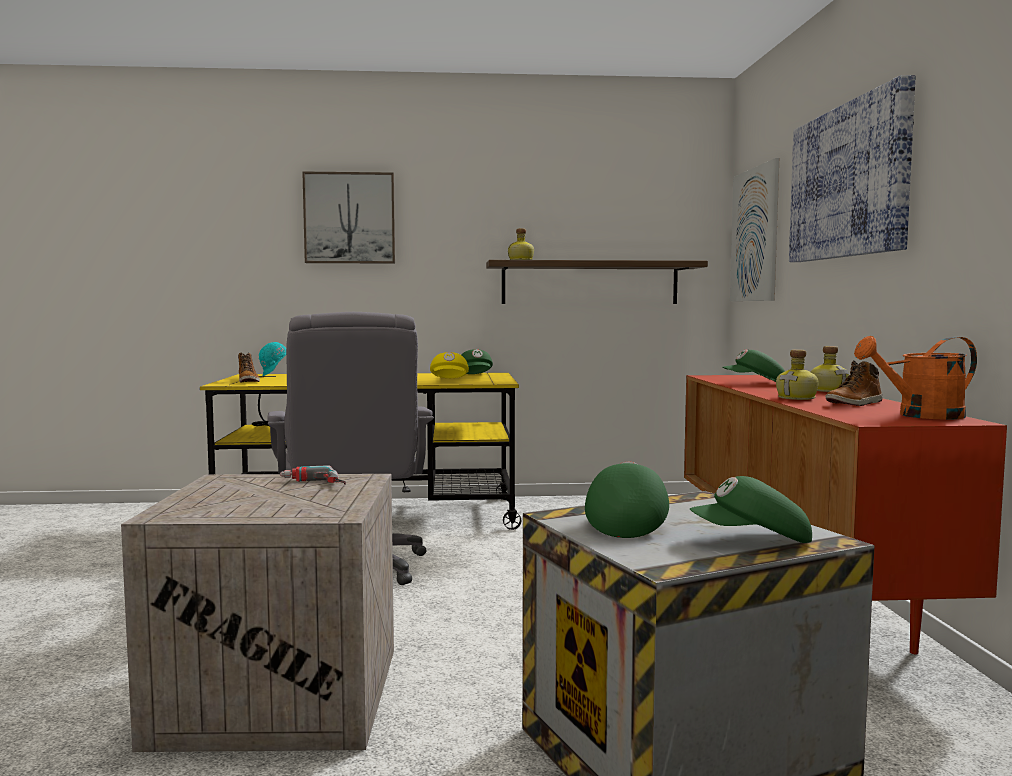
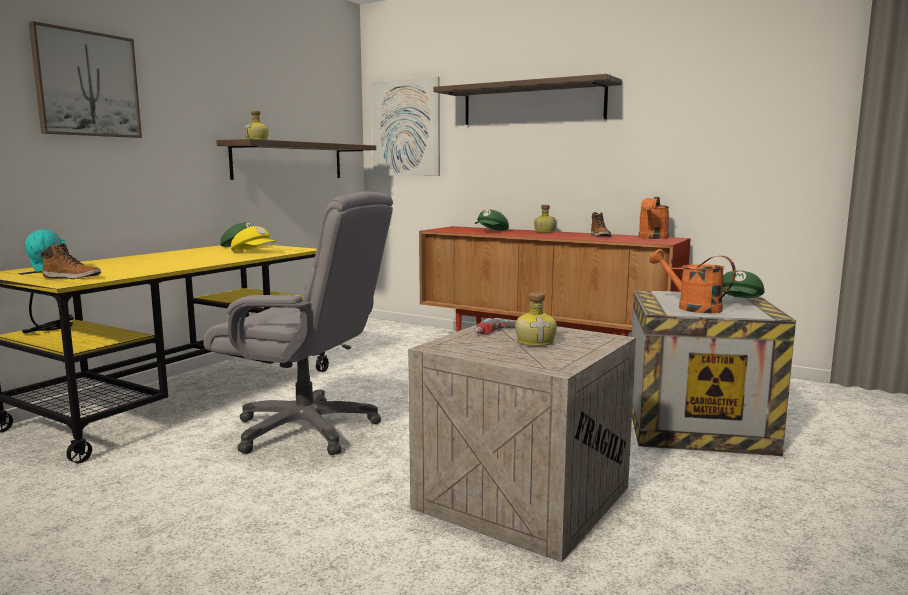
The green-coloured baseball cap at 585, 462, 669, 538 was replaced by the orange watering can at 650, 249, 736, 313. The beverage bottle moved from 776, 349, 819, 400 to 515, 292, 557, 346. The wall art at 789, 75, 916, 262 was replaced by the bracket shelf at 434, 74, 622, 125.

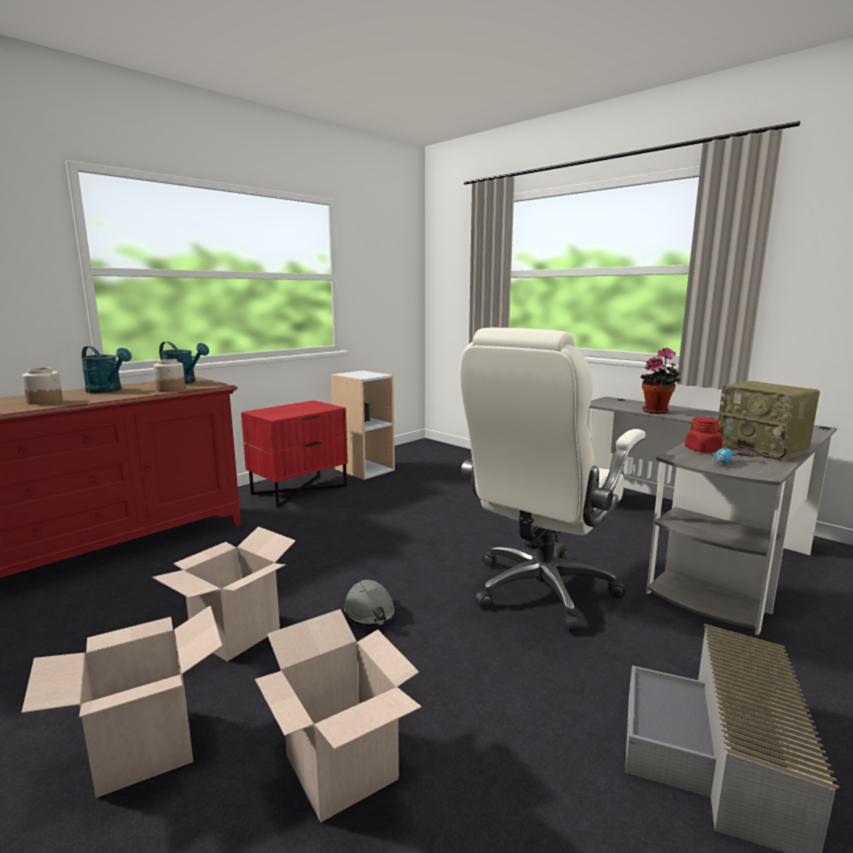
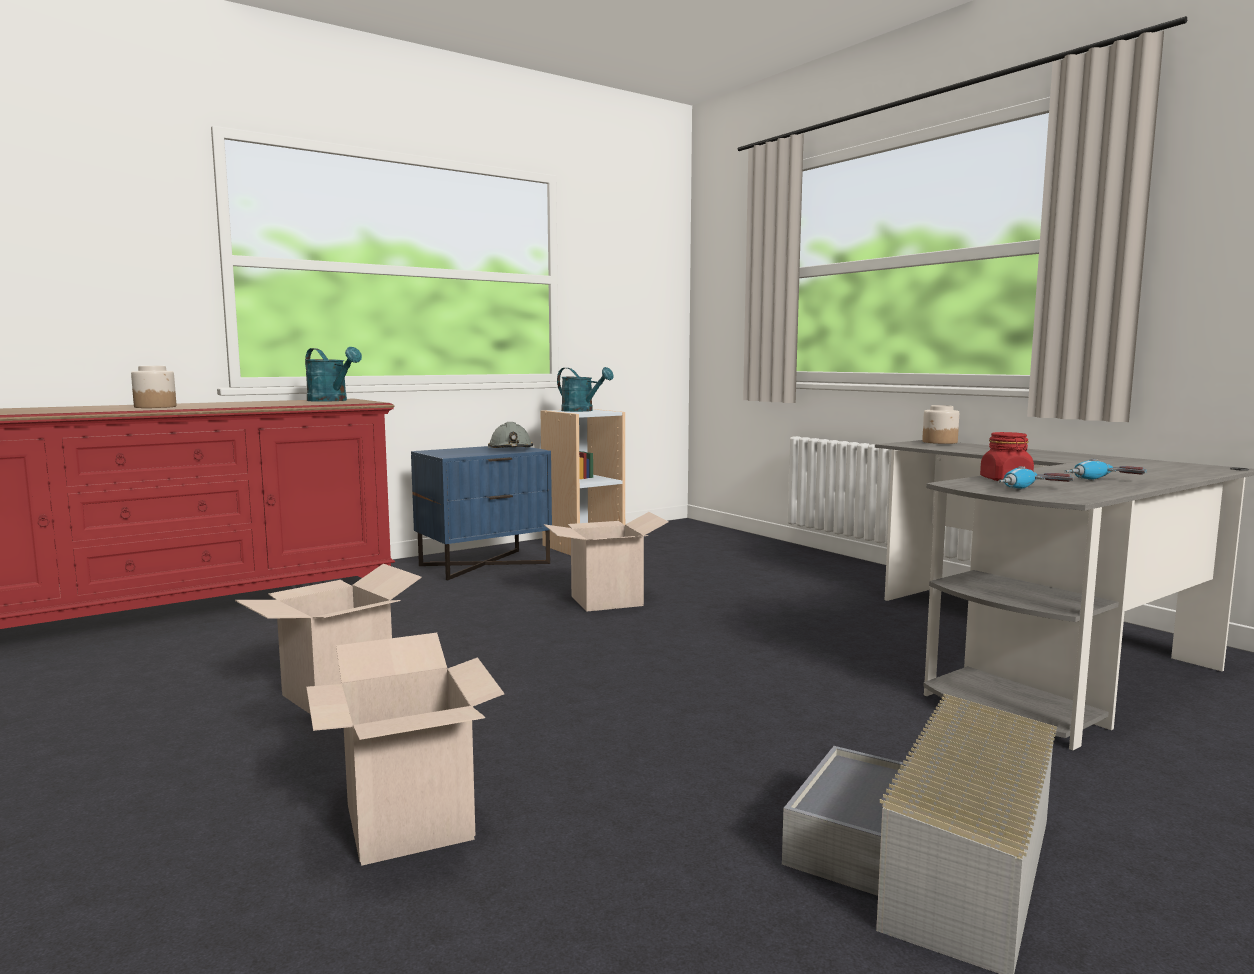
The cardboard box moved from 21, 606, 222, 798 to 544, 512, 669, 612. The blue-green watering can moved from 81, 346, 132, 393 to 557, 367, 614, 412. The storage jar moved from 153, 359, 185, 392 to 922, 405, 959, 444. The red-coloured night table at 241, 400, 348, 508 became the blue-coloured night table at 411, 446, 552, 580. The grey work helmet moved from 343, 580, 396, 626 to 488, 422, 533, 448. The white computer chair at 460, 328, 645, 632 disappeared. The plant in a pot at 641, 348, 680, 414 disappeared. The radio at 718, 381, 820, 461 was replaced by the power drill at 1064, 459, 1147, 481.

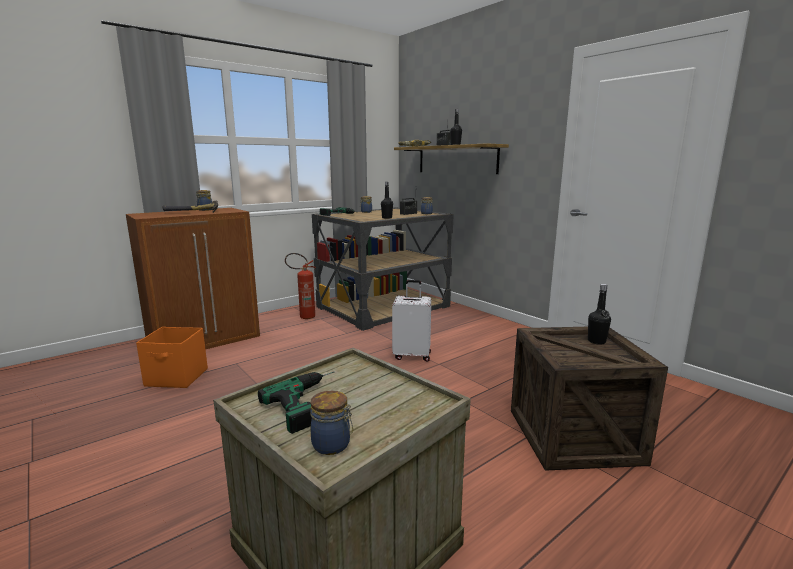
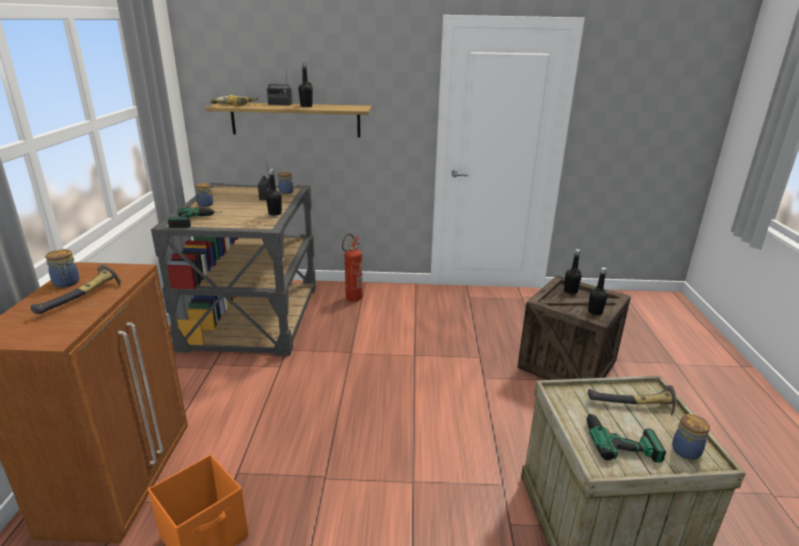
The extinguisher moved from 285, 253, 316, 319 to 342, 233, 362, 302. The white travel case at 392, 280, 431, 362 disappeared. The blackish beverage bottle at 588, 267, 608, 315 appeared. The hand hammer at 588, 385, 677, 416 appeared.

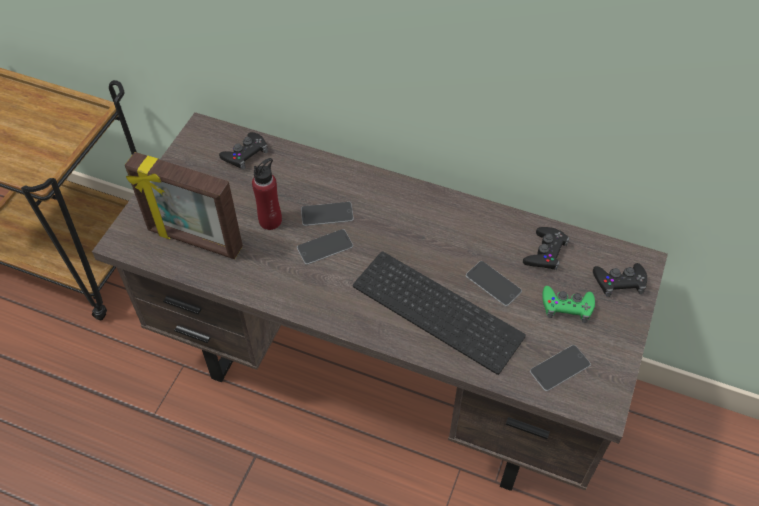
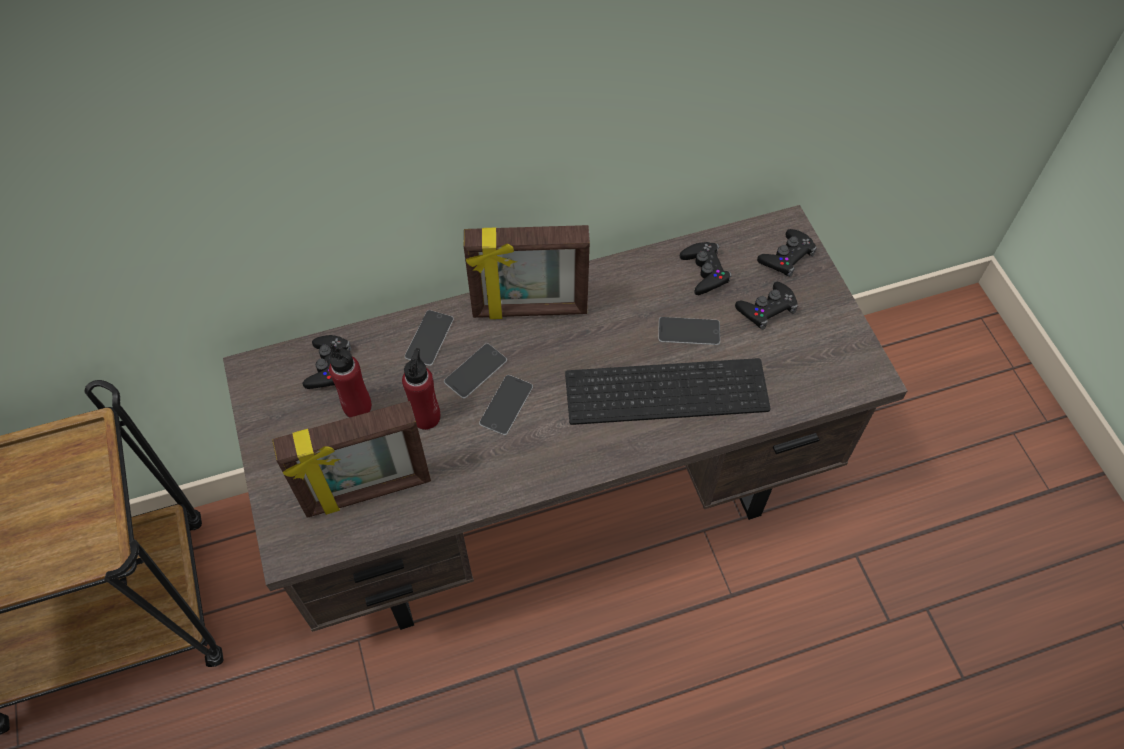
The telephone moved from 530, 345, 591, 391 to 405, 310, 454, 366. The green-coloured game controller at 542, 286, 595, 323 became the blackish game controller at 735, 282, 798, 330. The red-coloured beverage bottle at 329, 344, 372, 417 appeared. The picture frame at 464, 225, 590, 319 appeared.

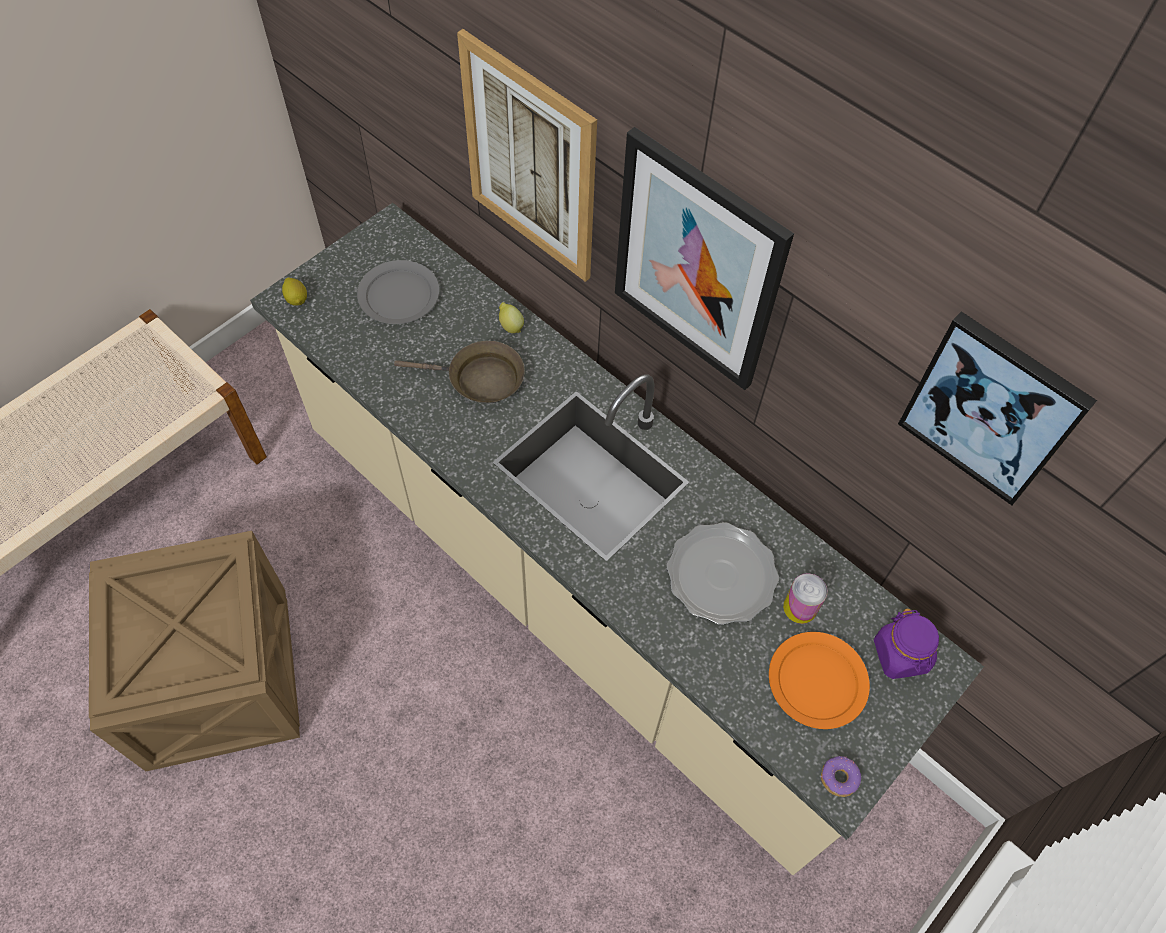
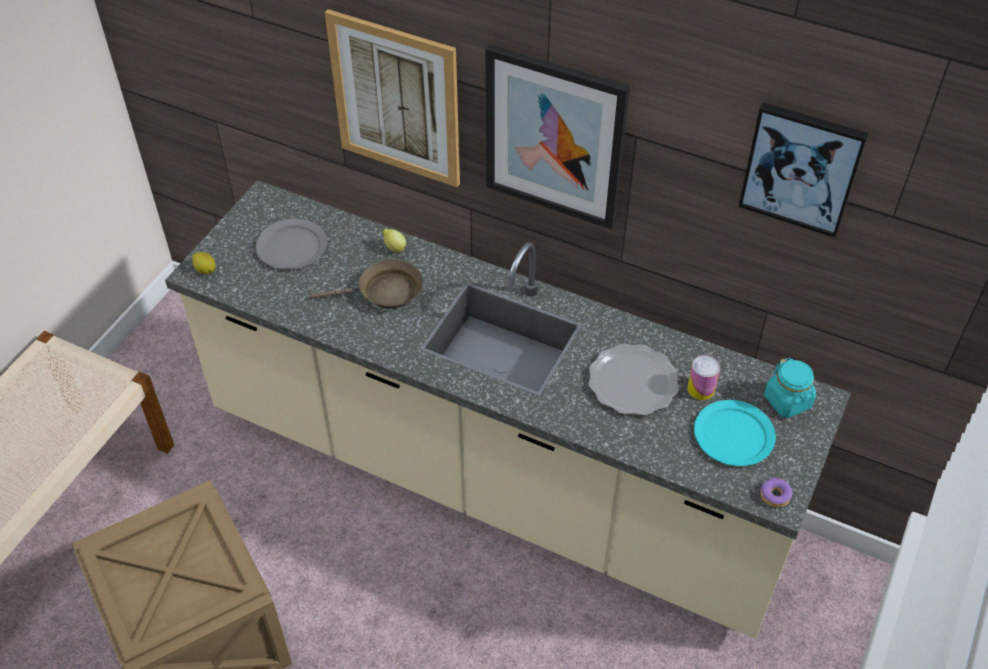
The orange plate at 769, 632, 870, 729 became the blue-green plate at 694, 400, 776, 466. The purplish storage jar at 874, 608, 939, 679 became the blue-green storage jar at 764, 358, 816, 418.

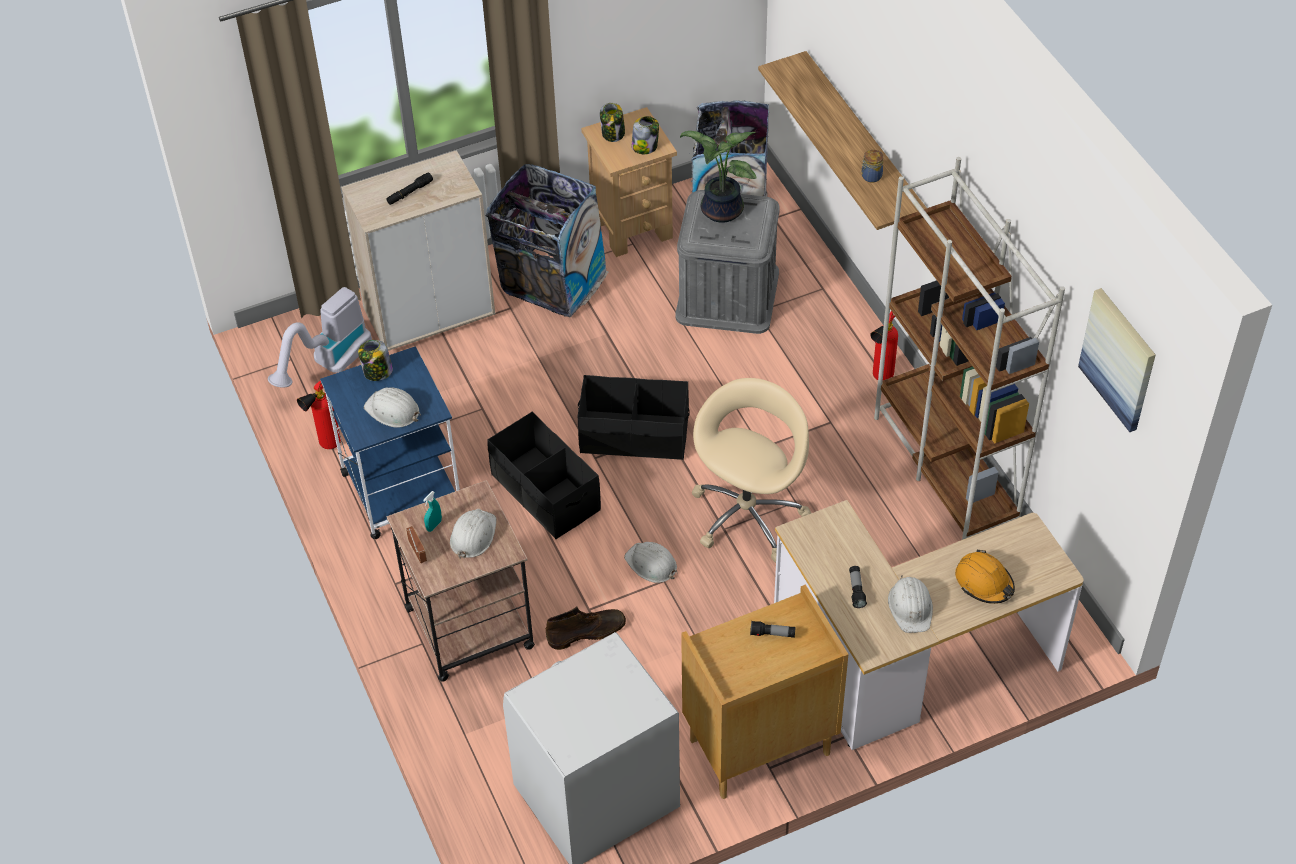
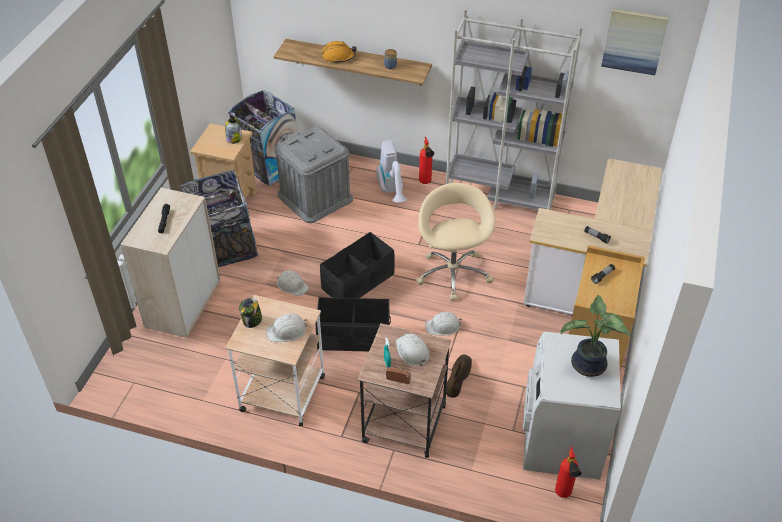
The hoover moved from 268, 287, 372, 387 to 376, 140, 407, 203. The extinguisher moved from 297, 381, 341, 449 to 555, 446, 581, 498. The blue-coloured trolley at 320, 346, 460, 539 became the sand-coloured trolley at 225, 295, 325, 426. The storage jar at 600, 103, 625, 142 disappeared. The plant in a pot moved from 680, 131, 757, 223 to 561, 295, 631, 377. The brown-coloured shelving unit at 874, 157, 1065, 540 became the grey shelving unit at 446, 9, 582, 210. The white work helmet moved from 888, 575, 933, 633 to 277, 271, 309, 296. The orange work helmet moved from 955, 550, 1015, 604 to 321, 41, 357, 63.

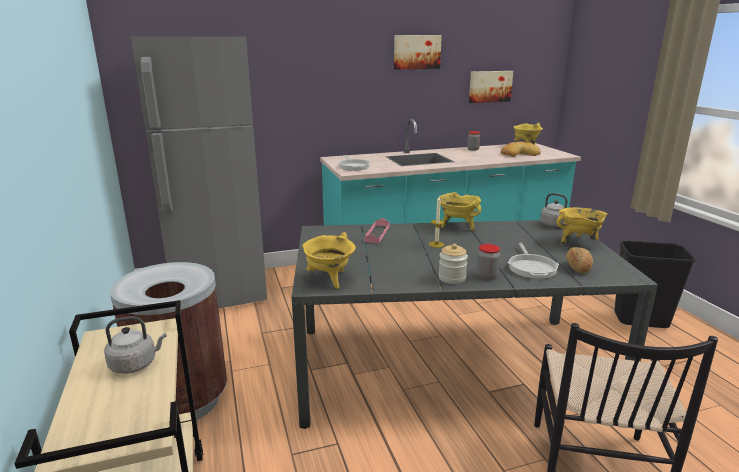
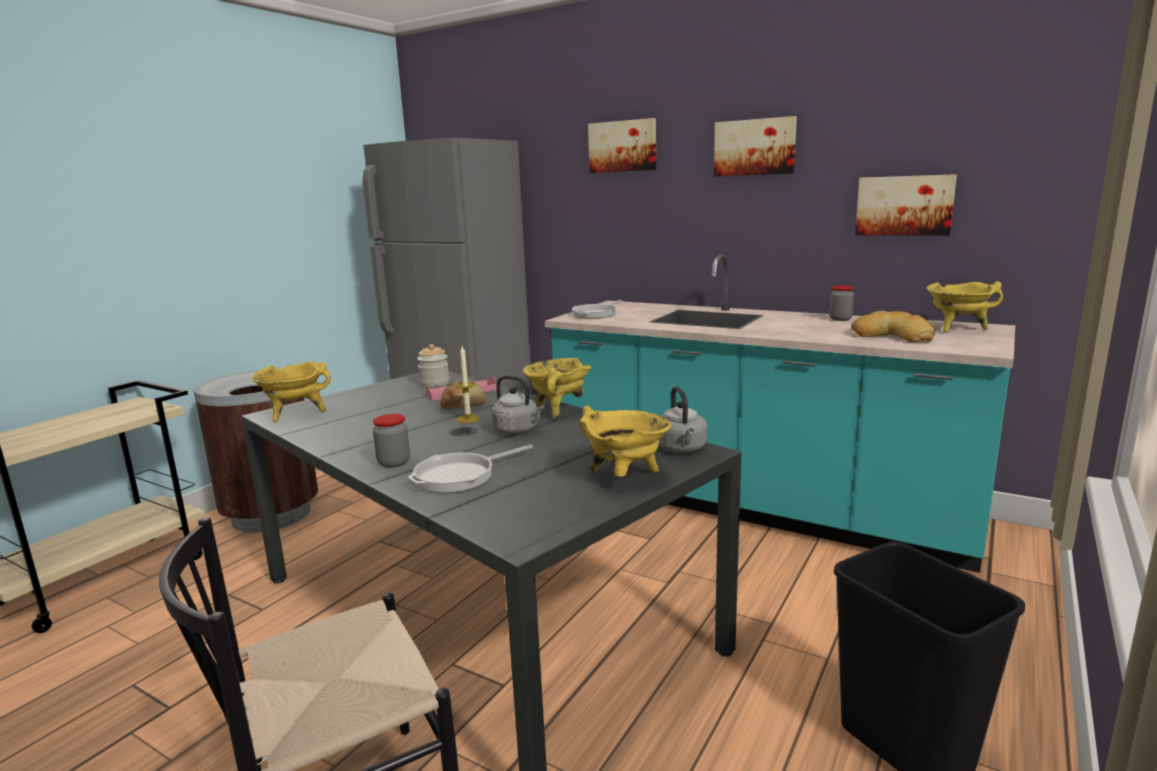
The grey water kettle moved from 104, 316, 167, 374 to 491, 375, 545, 434. The storage jar moved from 439, 244, 468, 284 to 417, 344, 450, 387. The bakery bread moved from 566, 247, 593, 274 to 440, 381, 486, 410. The wall art at 588, 118, 656, 173 appeared.

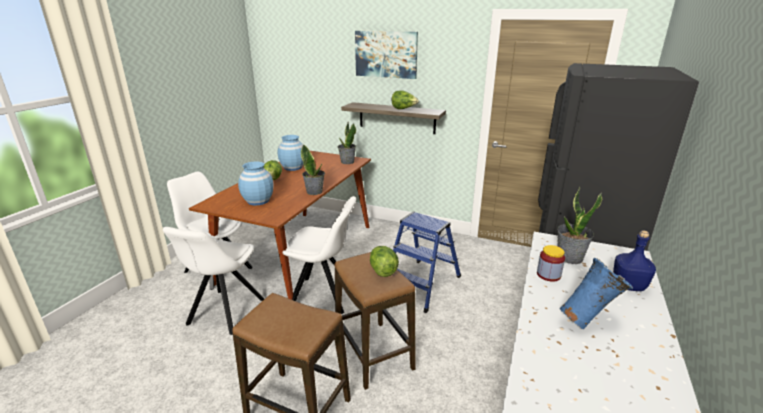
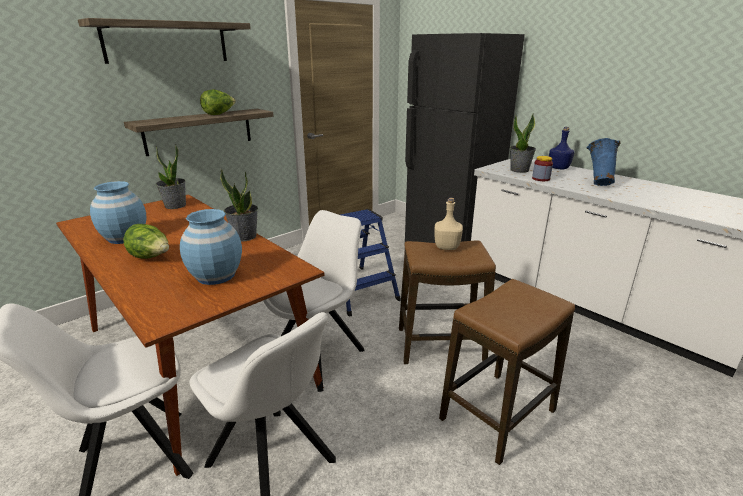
The wall art at 355, 31, 418, 79 was replaced by the bracket shelf at 78, 18, 251, 64. The lettuce head at 370, 246, 399, 277 was replaced by the sand-coloured beverage bottle at 434, 198, 463, 250.

